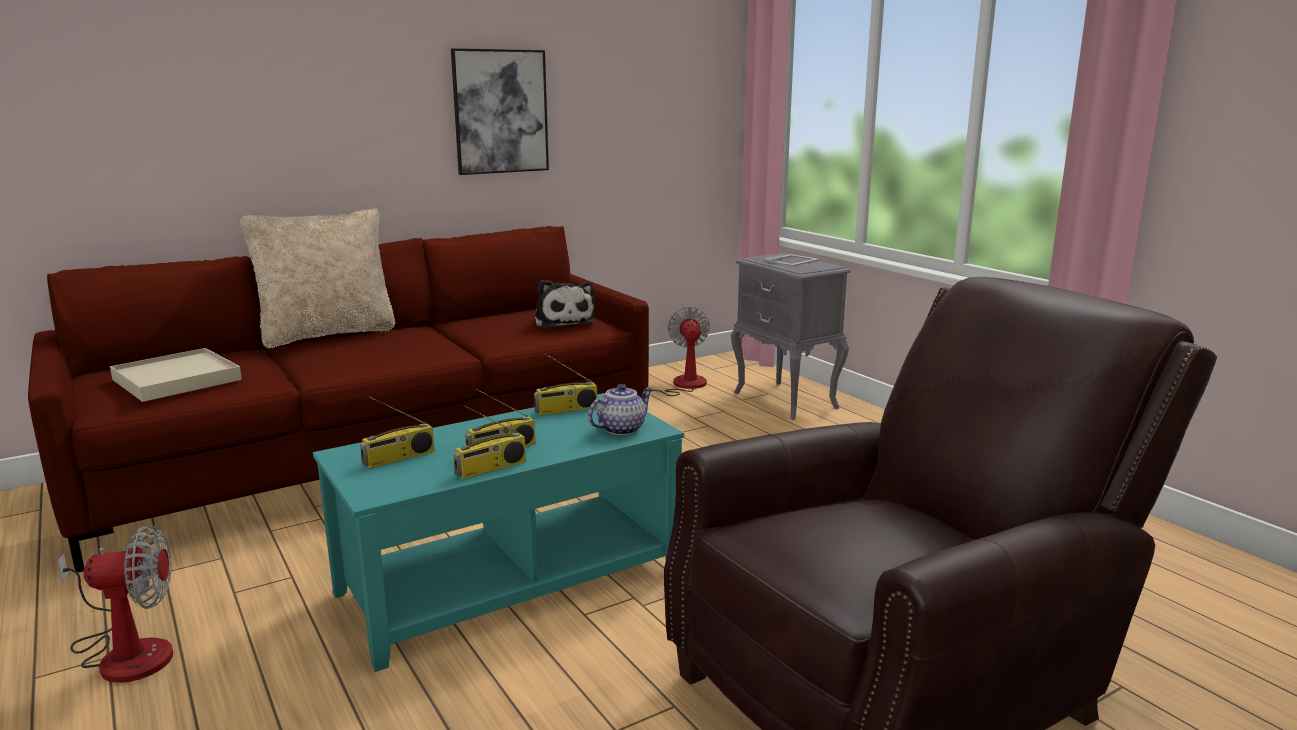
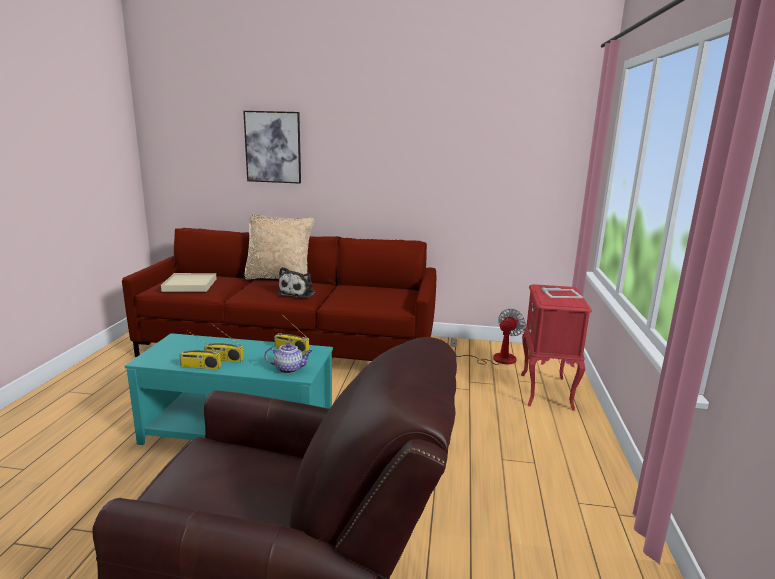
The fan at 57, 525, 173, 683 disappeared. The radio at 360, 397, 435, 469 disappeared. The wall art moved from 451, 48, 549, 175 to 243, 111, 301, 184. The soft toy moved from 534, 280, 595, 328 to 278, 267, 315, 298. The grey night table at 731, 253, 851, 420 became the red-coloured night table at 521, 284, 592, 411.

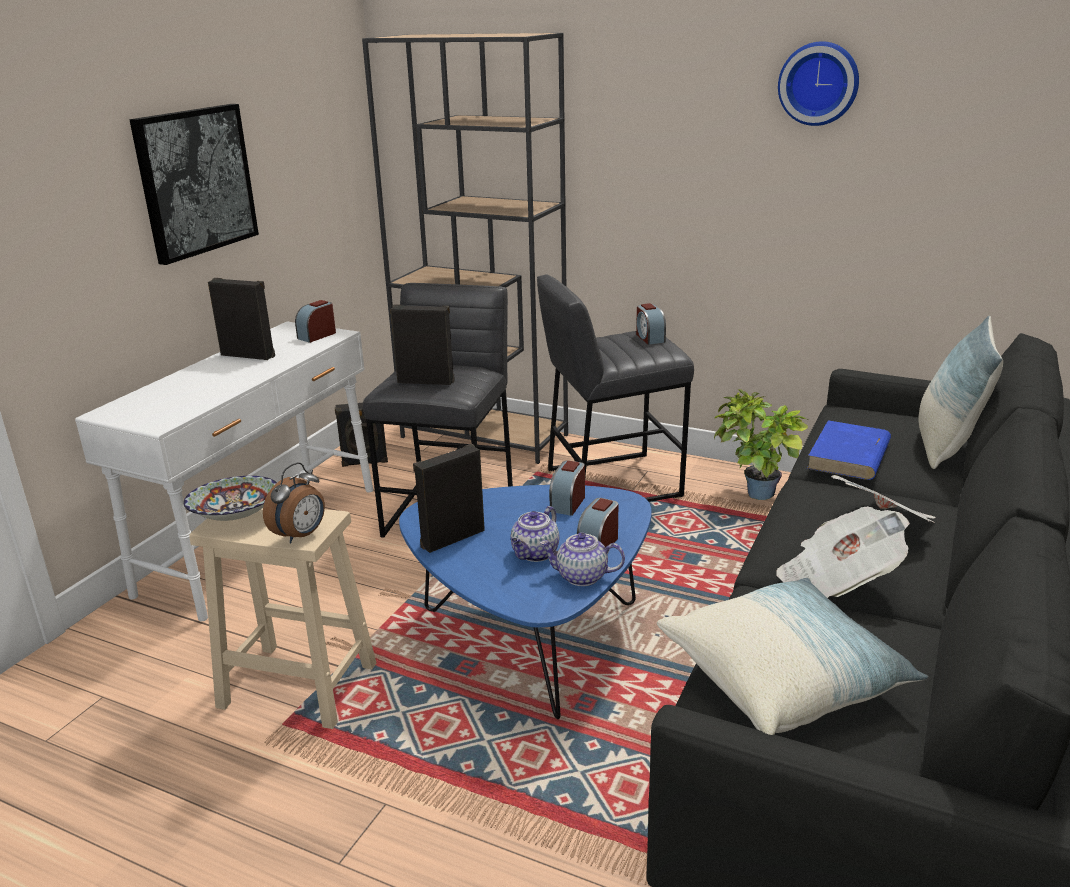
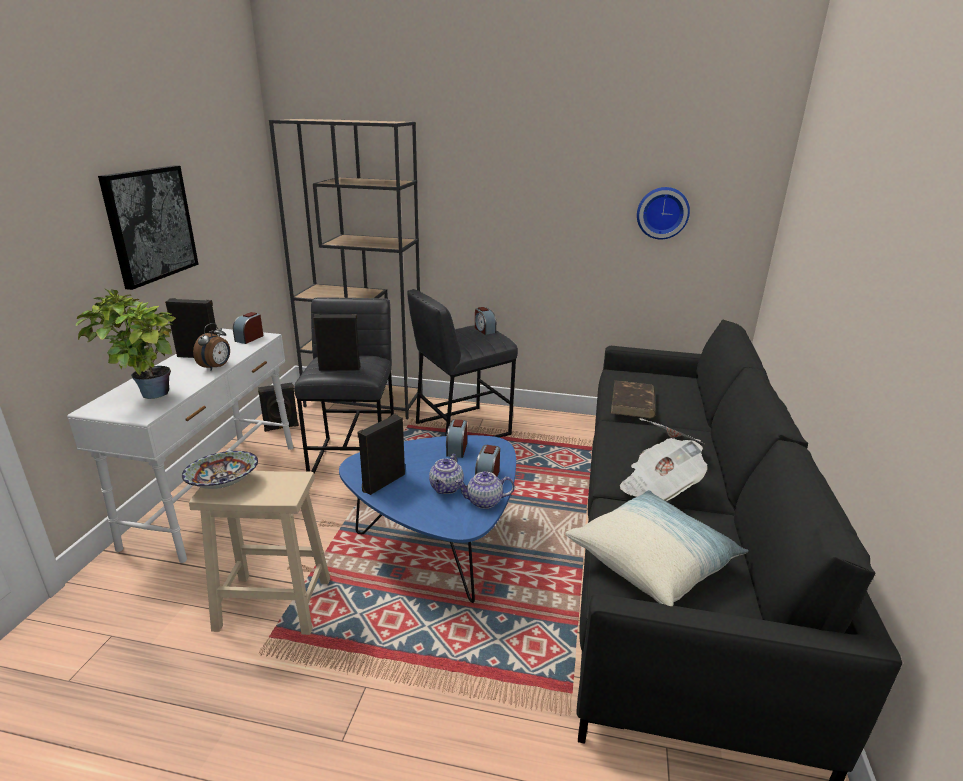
The alarm clock moved from 263, 462, 325, 543 to 193, 323, 230, 371. The plant in a pot moved from 714, 389, 808, 500 to 76, 289, 176, 399. The hanging clock moved from 778, 41, 859, 126 to 637, 187, 690, 239. The blue-coloured book at 807, 420, 891, 480 became the brown-coloured book at 611, 380, 656, 418. The cushion at 919, 316, 1003, 469 disappeared.

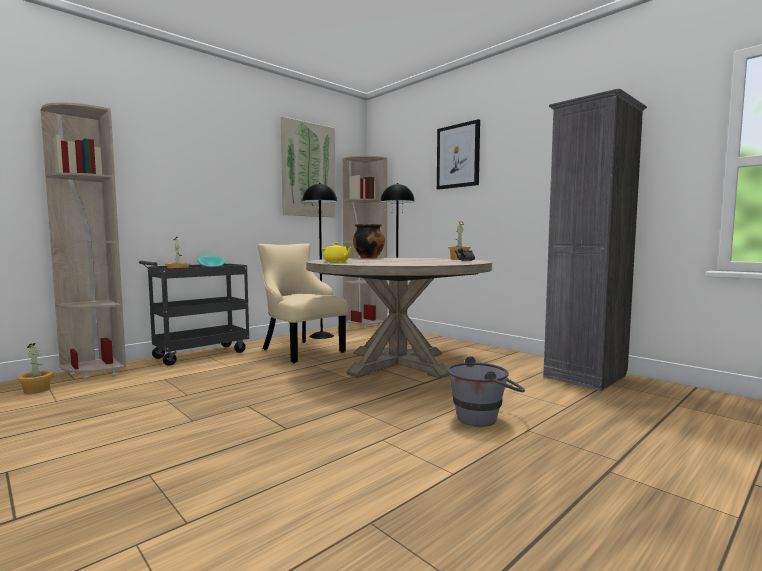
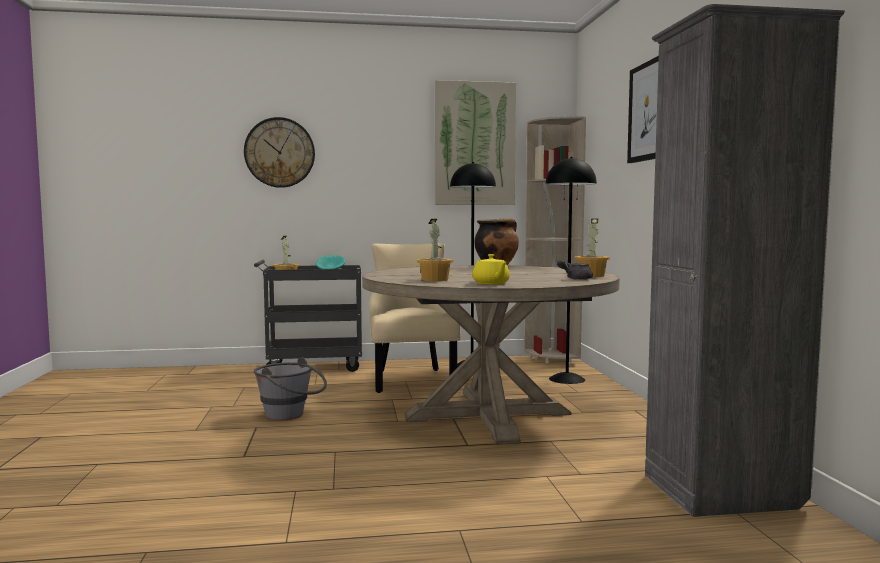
The plant in a pot moved from 17, 343, 54, 394 to 417, 219, 453, 281. The sand-coloured shelving unit at 41, 102, 126, 378 disappeared. The yellow pot for tea moved from 322, 242, 353, 262 to 472, 254, 510, 285. The grey water bucket moved from 447, 356, 525, 427 to 254, 357, 327, 421. The hanging clock at 244, 117, 315, 188 appeared.

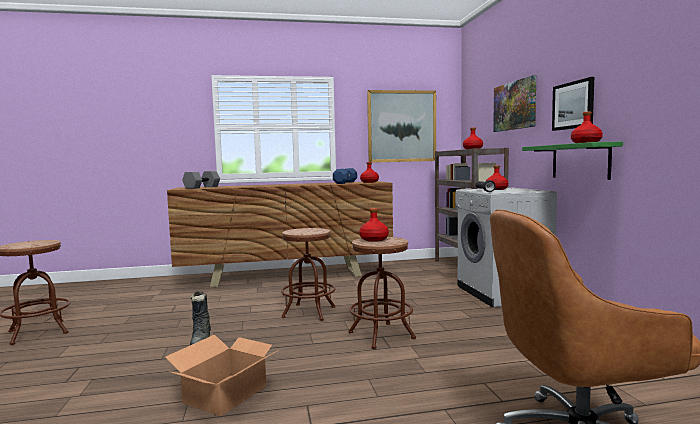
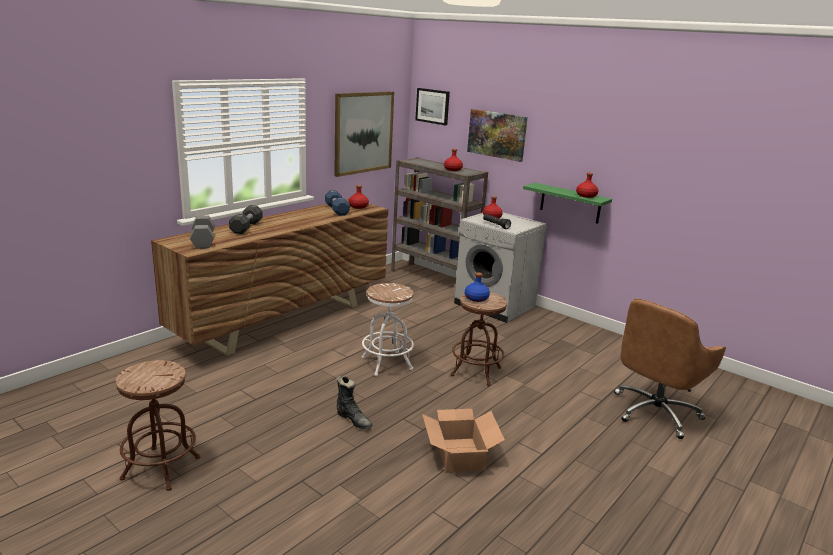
The brown-coloured stool at 281, 228, 335, 321 became the white stool at 361, 283, 414, 376. The red-coloured beverage bottle at 359, 208, 389, 242 became the blue-coloured beverage bottle at 465, 272, 490, 302. The wall art moved from 552, 77, 594, 131 to 415, 88, 450, 125. The blackish free weight at 229, 205, 263, 234 appeared.

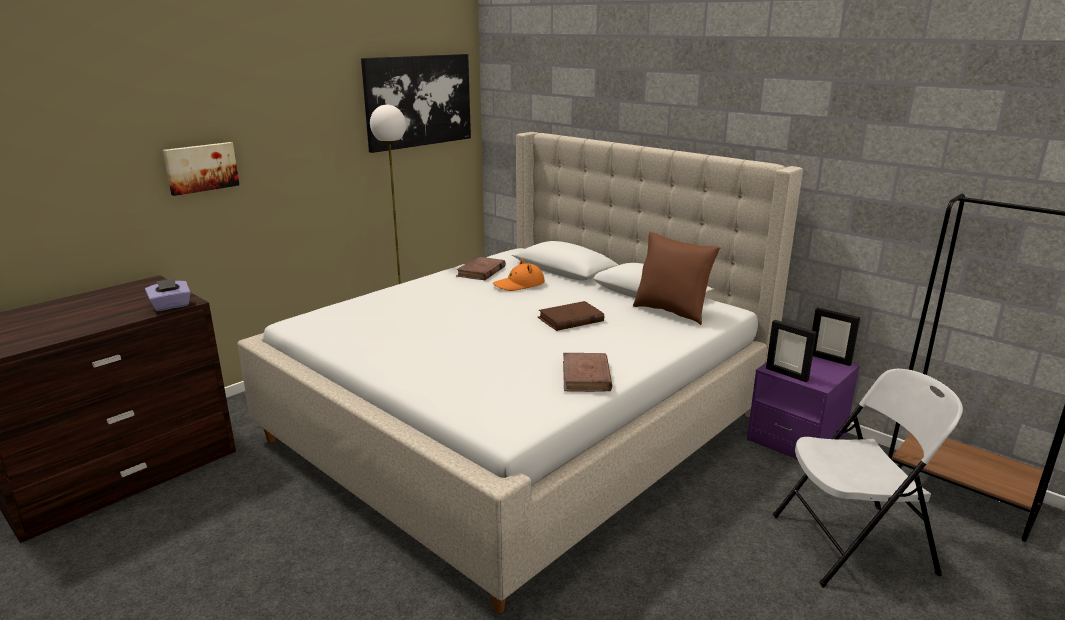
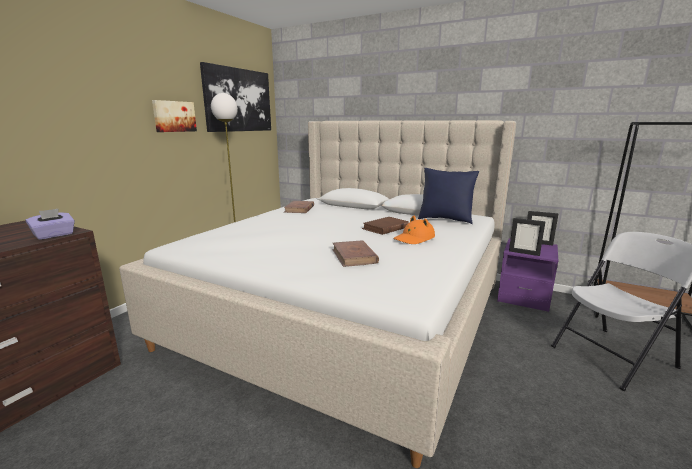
The wall art moved from 163, 142, 239, 196 to 152, 100, 197, 132. The orange clothing hat moved from 493, 259, 545, 291 to 393, 216, 435, 244. The brown-coloured book moved from 563, 353, 612, 392 to 333, 240, 379, 267. The brown-coloured cushion at 633, 232, 721, 325 became the blue-coloured cushion at 418, 168, 480, 224.

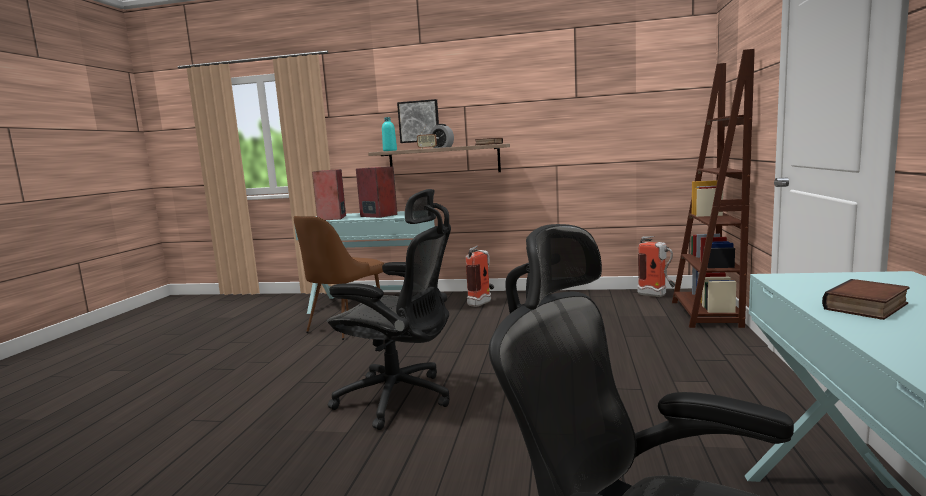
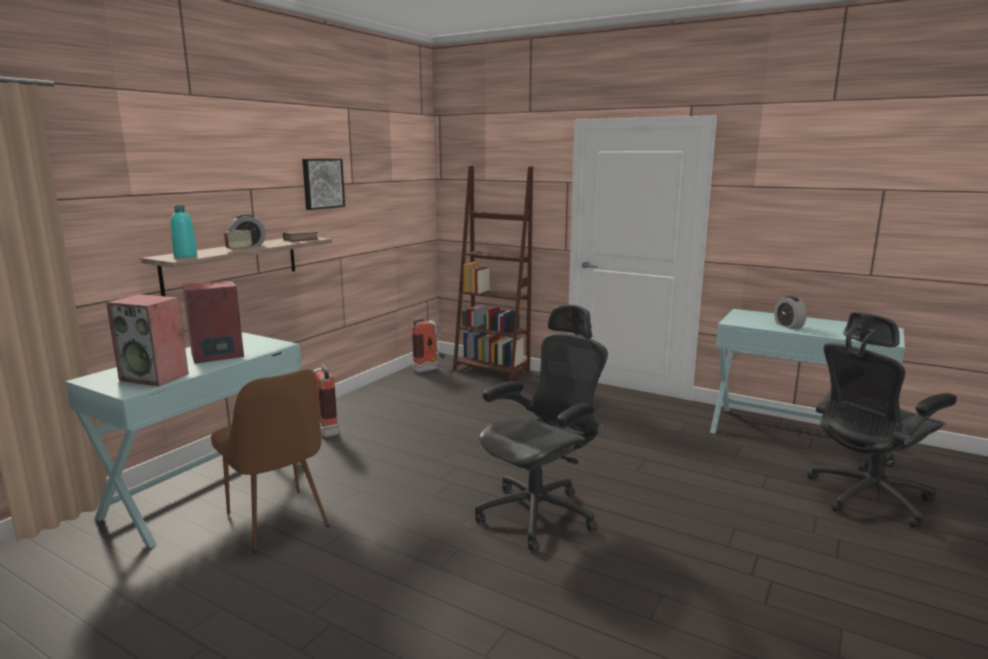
The wall art moved from 397, 99, 439, 143 to 302, 159, 345, 210. The book at 822, 279, 910, 320 was replaced by the alarm clock at 774, 296, 807, 329.

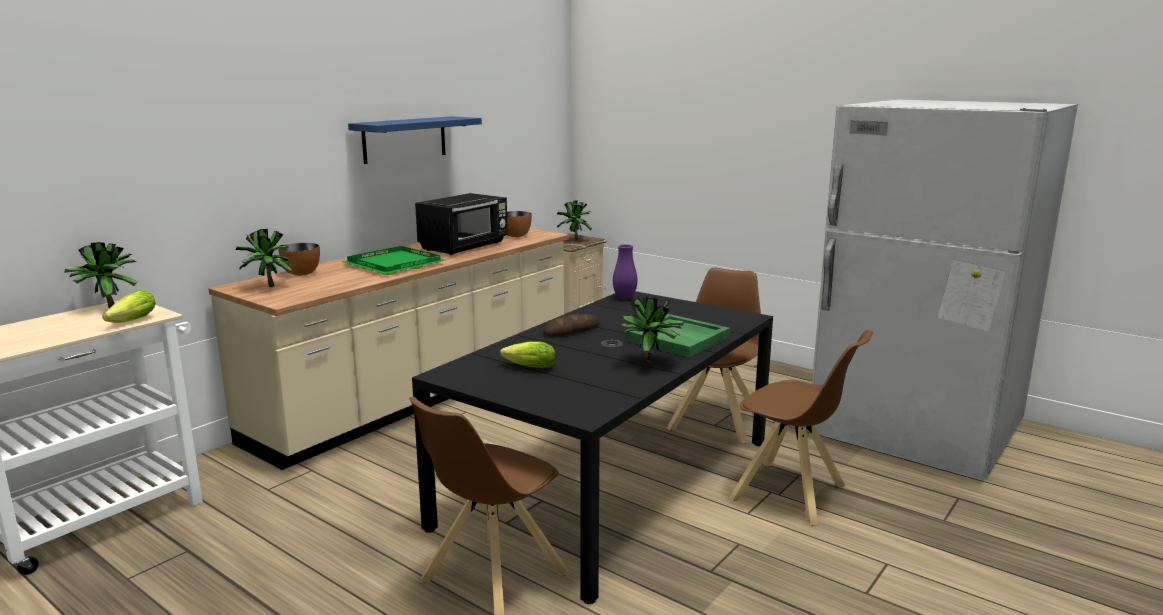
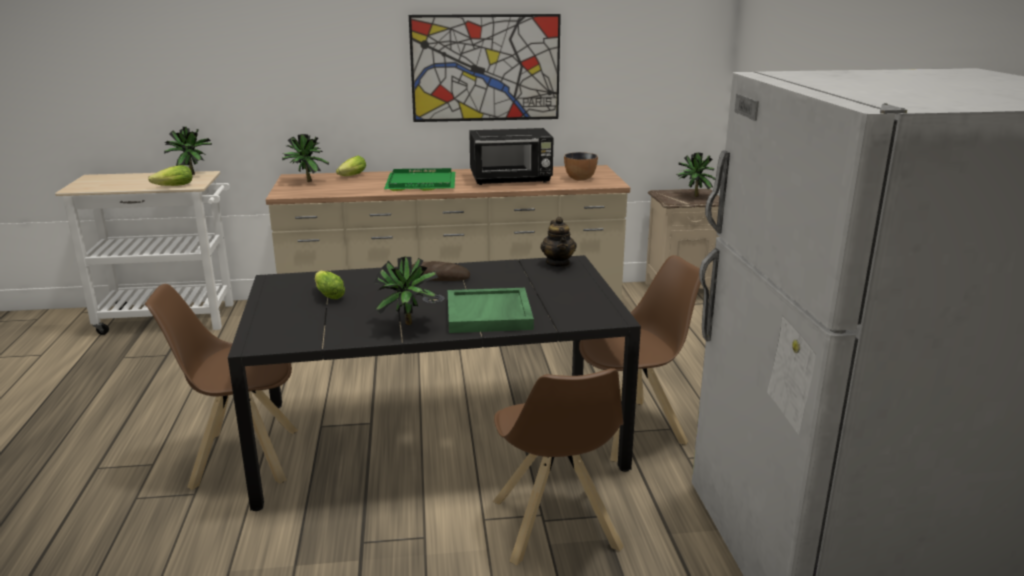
The bowl at 278, 243, 320, 276 was replaced by the lettuce head at 336, 156, 366, 176. The blue-coloured bracket shelf at 348, 116, 482, 164 was replaced by the wall art at 409, 14, 561, 122. The purplish vase at 613, 244, 637, 300 was replaced by the pot for tea at 540, 217, 577, 267.

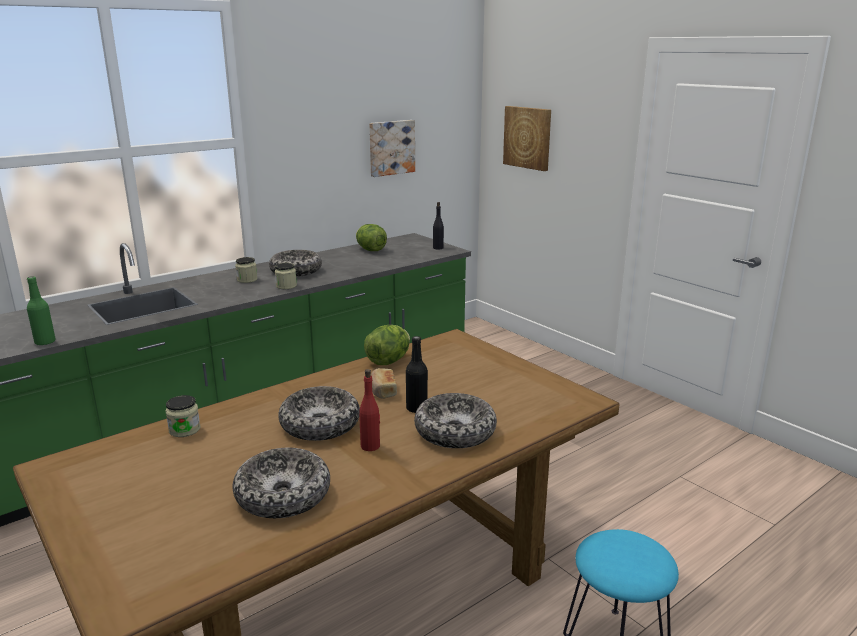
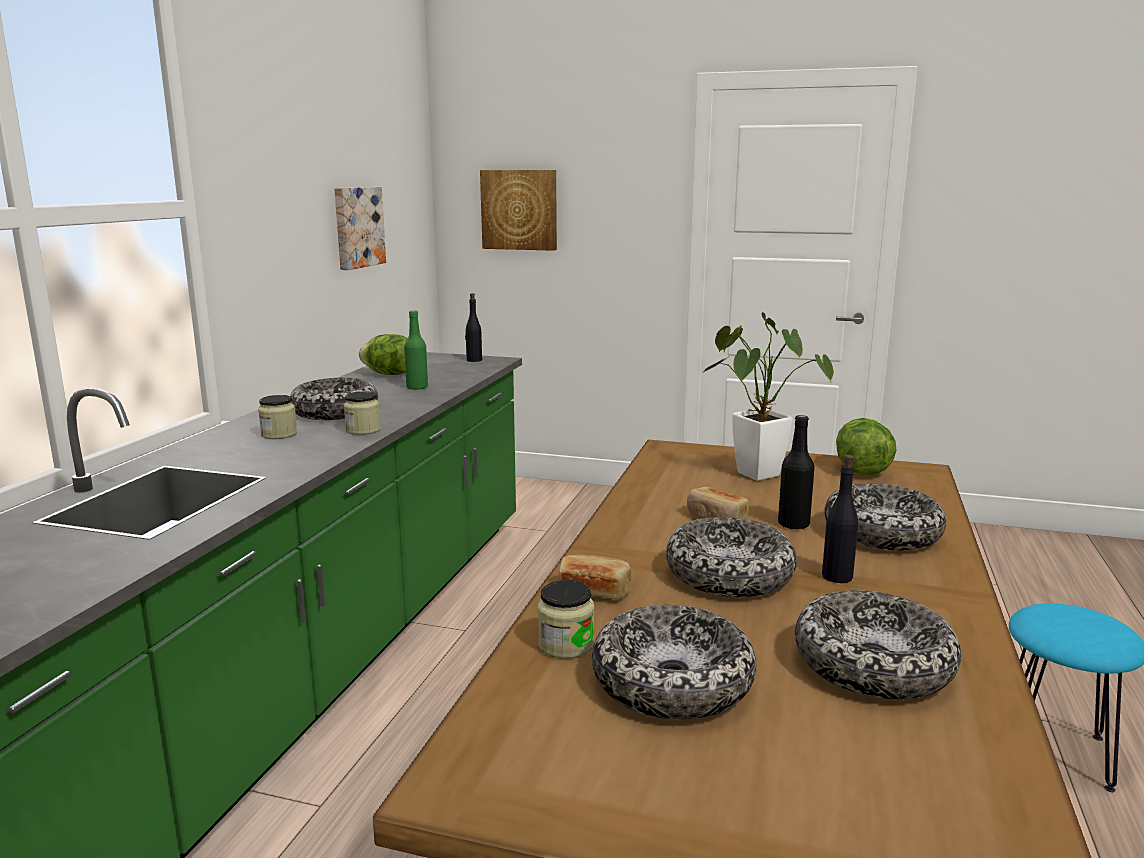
The green-coloured beverage bottle moved from 27, 276, 56, 345 to 404, 310, 428, 390. The red-coloured beverage bottle at 359, 369, 380, 451 became the blackish beverage bottle at 822, 455, 858, 583. The lettuce head moved from 364, 325, 410, 365 to 836, 418, 897, 476. The bakery bread at 559, 555, 632, 599 appeared. The bowl at 592, 605, 756, 719 appeared. The plant in a pot at 704, 312, 834, 481 appeared.

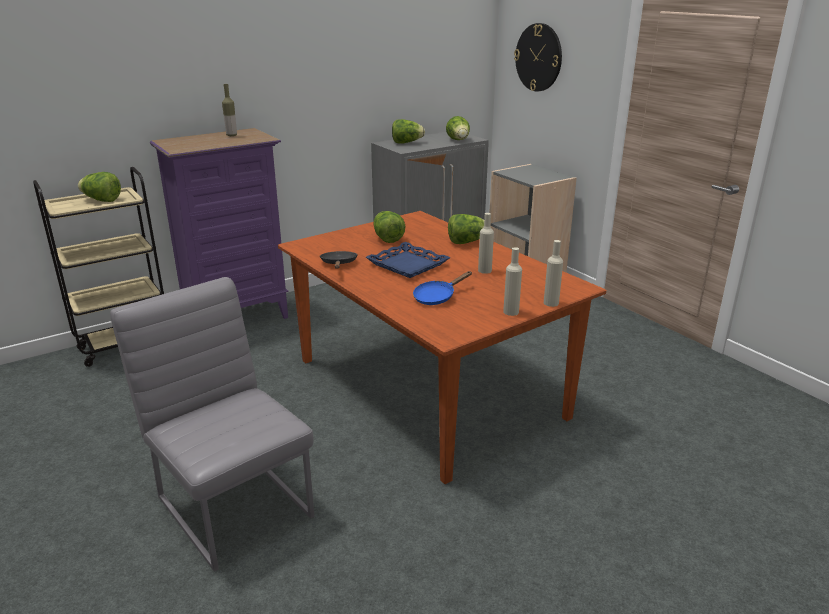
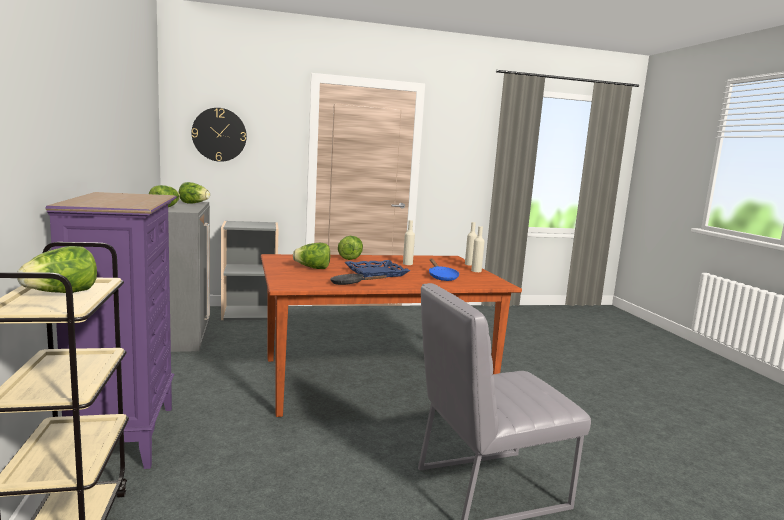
The beverage bottle at 222, 84, 237, 136 disappeared.

